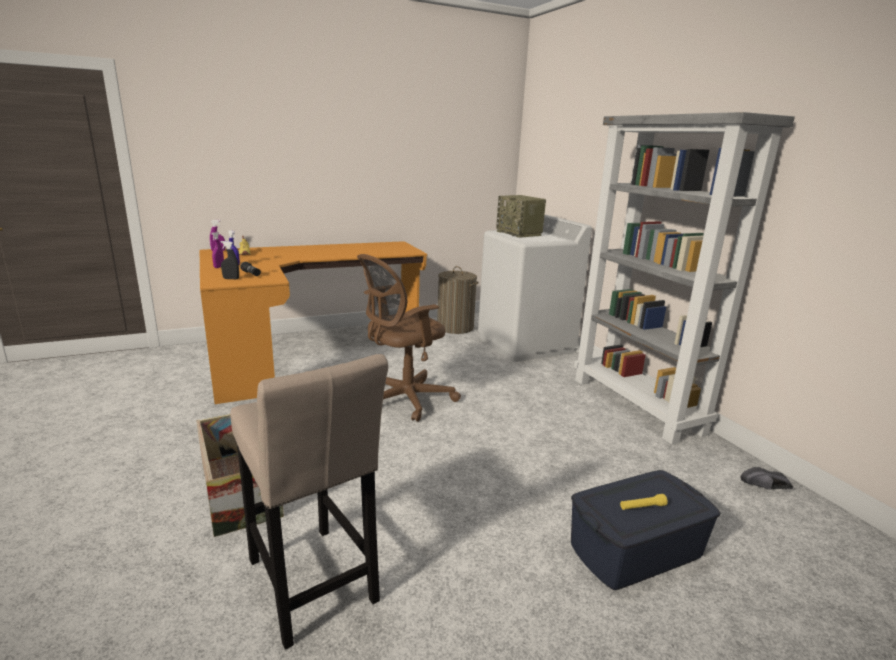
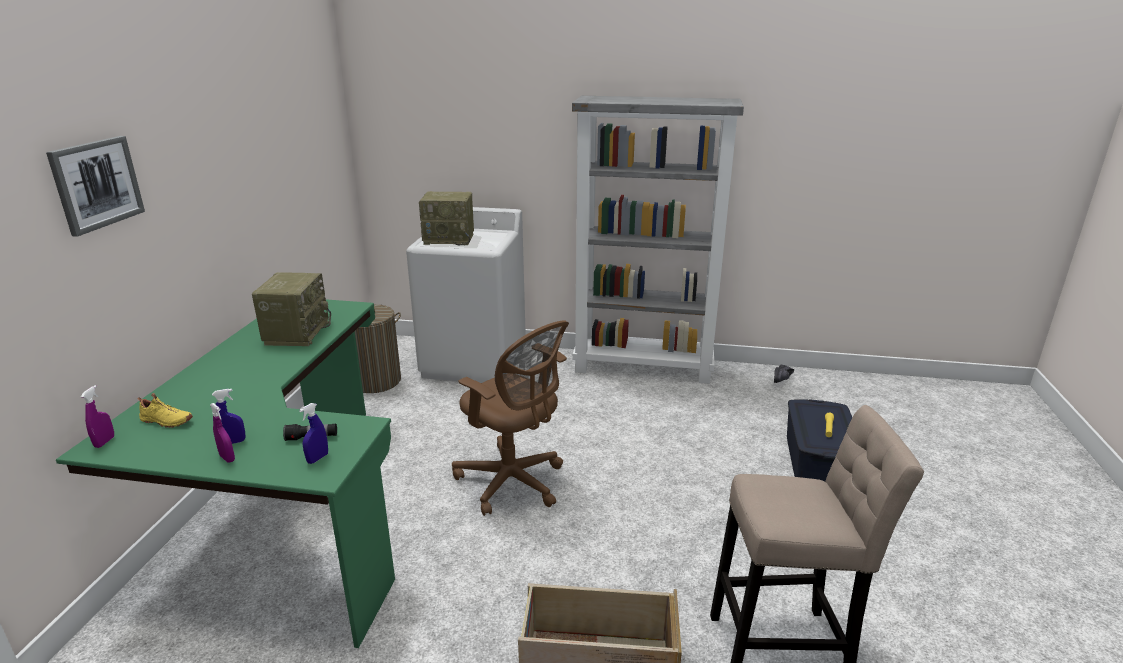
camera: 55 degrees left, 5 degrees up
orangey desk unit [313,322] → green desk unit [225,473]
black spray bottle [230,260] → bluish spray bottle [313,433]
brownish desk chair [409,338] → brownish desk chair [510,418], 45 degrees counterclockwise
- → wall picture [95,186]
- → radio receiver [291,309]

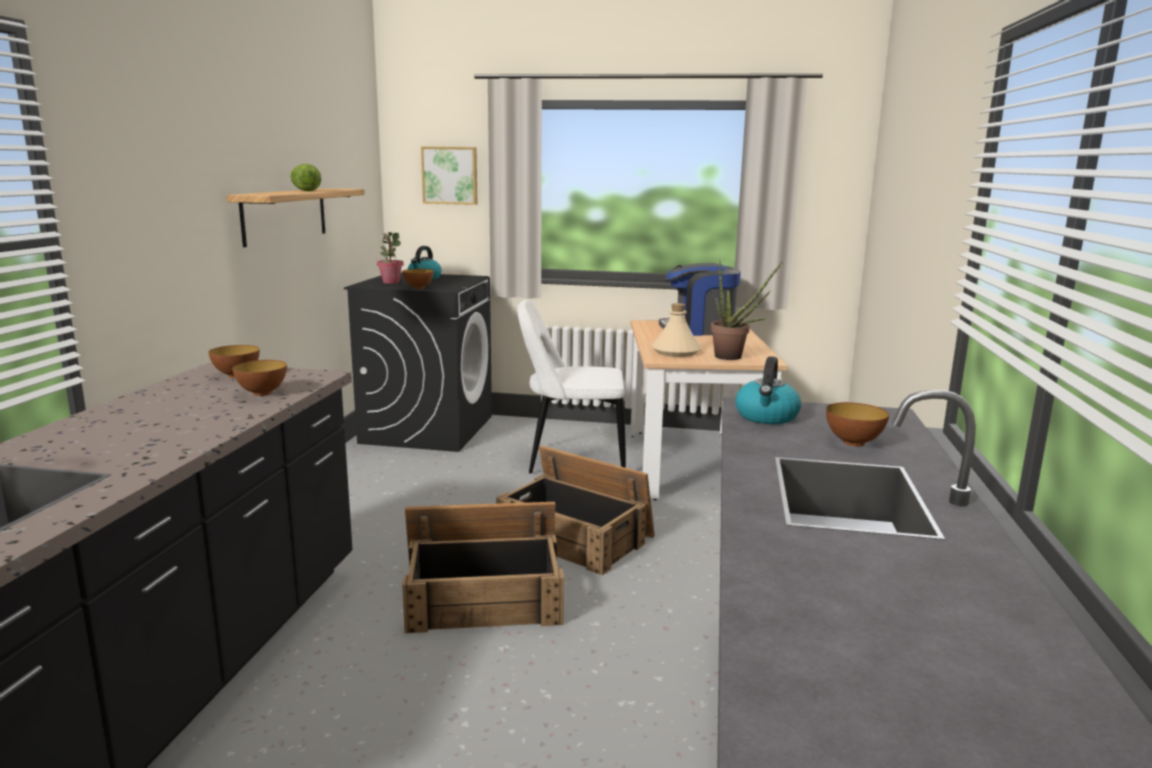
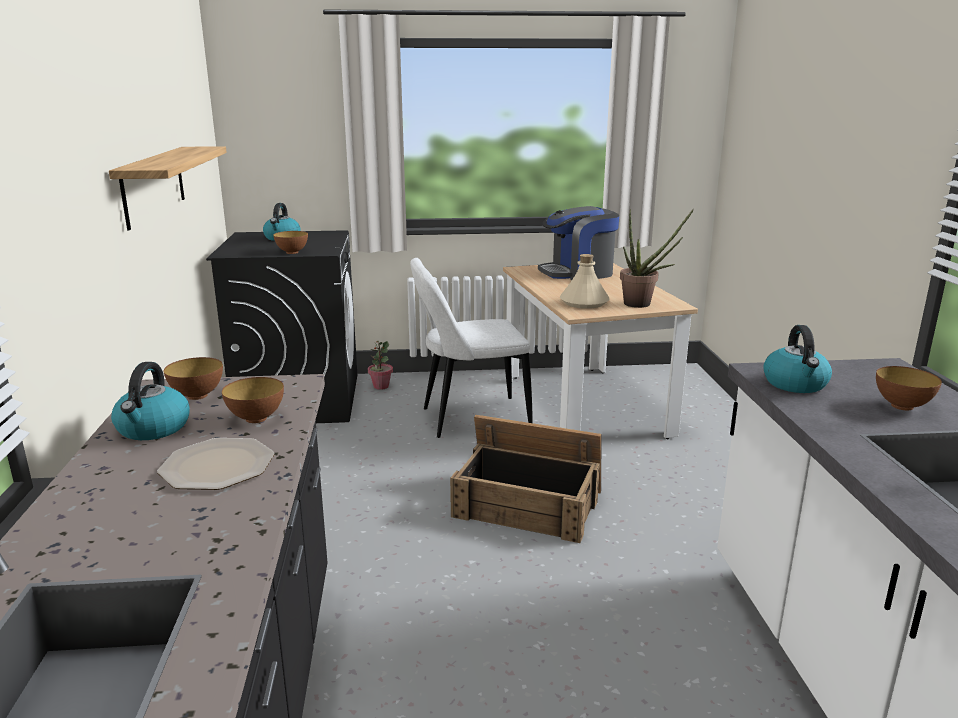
camera: 15 degrees left, 5 degrees up
wall picture [449,176] → -
head of lettuce [305,177] → -
potted plant [390,258] → potted plant [380,365], moved
crate [483,567] → -
- → water kettle [150,401]
- → dinner plate [216,464]

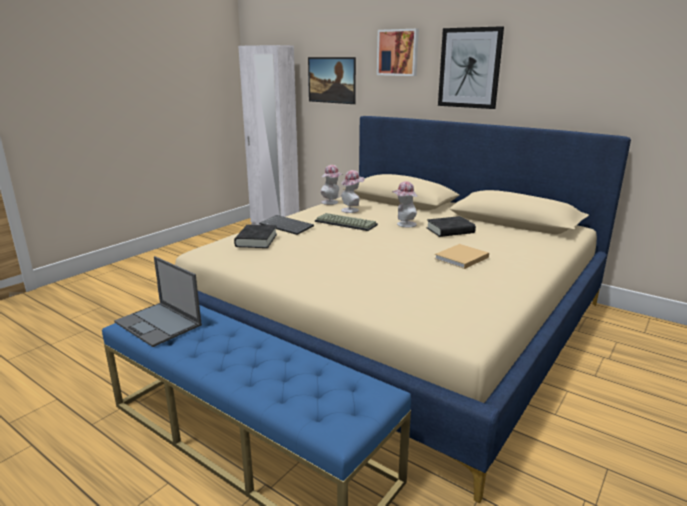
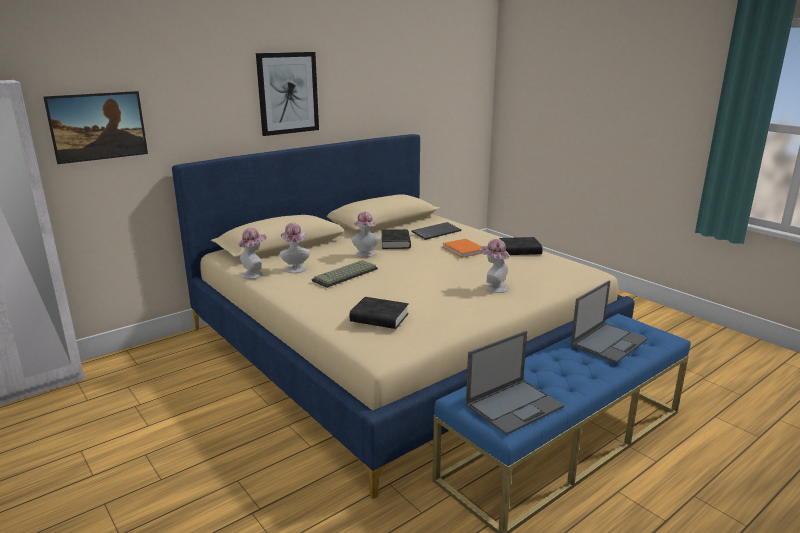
camera: 75 degrees left, 0 degrees up
wall picture [398,52] → -
PC keyboard [286,225] → PC keyboard [436,231], moved
beige book [461,256] → orangey book [462,248]
- → black book [521,246]
- → hat [495,266]
- → laptop [609,322]

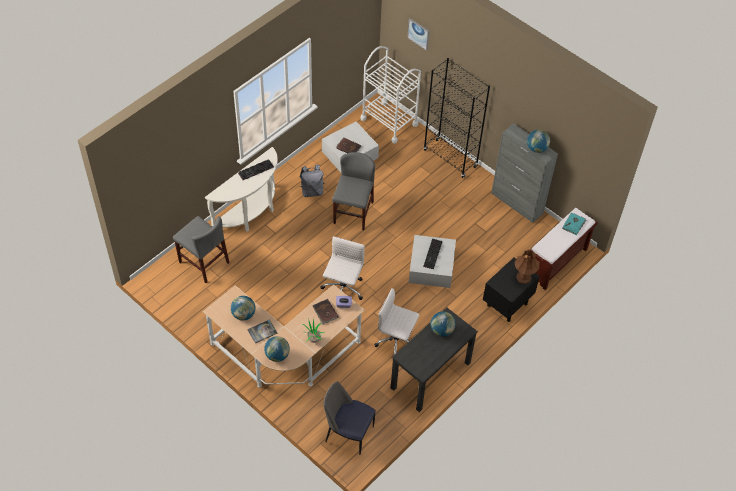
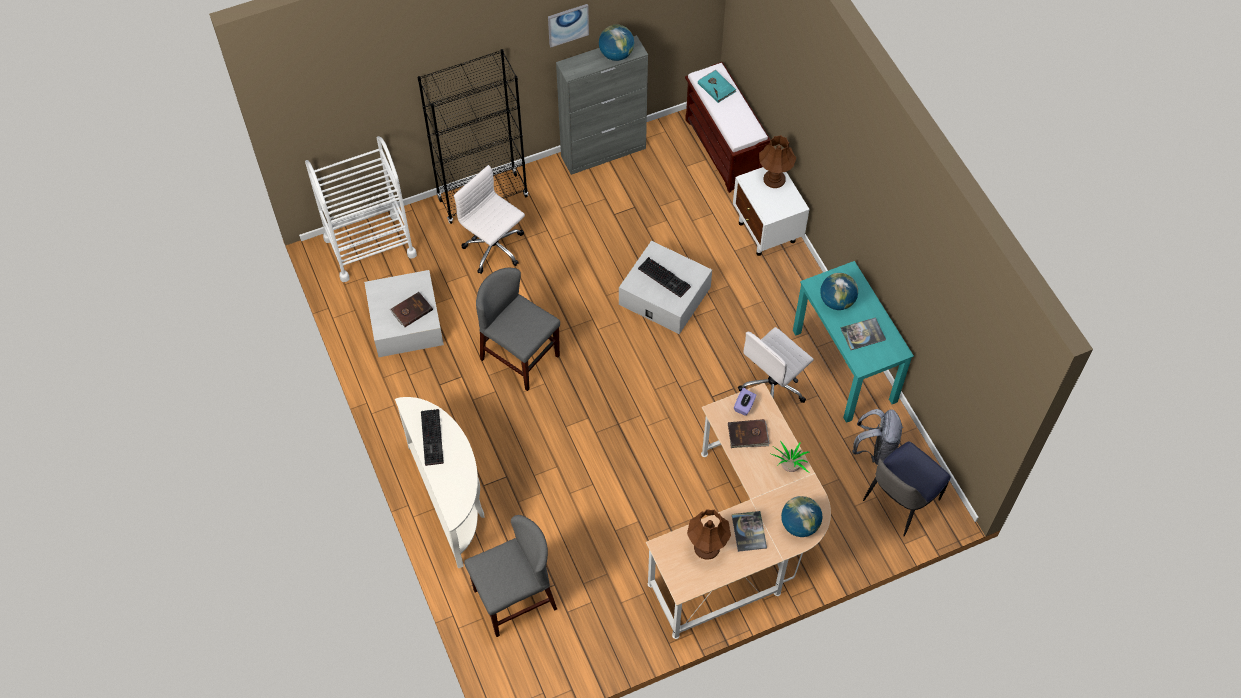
camera: 65 degrees left, 5 degrees up
wall picture [418,34] → wall picture [568,25], moved
gray rucksack [312,181] → gray rucksack [877,437], moved
whitish desk chair [342,268] → whitish desk chair [489,219], moved
black night table [511,290] → whitish night table [771,211]
globe [243,308] → brownish table lamp [709,534]
black desk unit [434,359] → turquoise-coloured desk unit [853,342]
- → book [863,333]

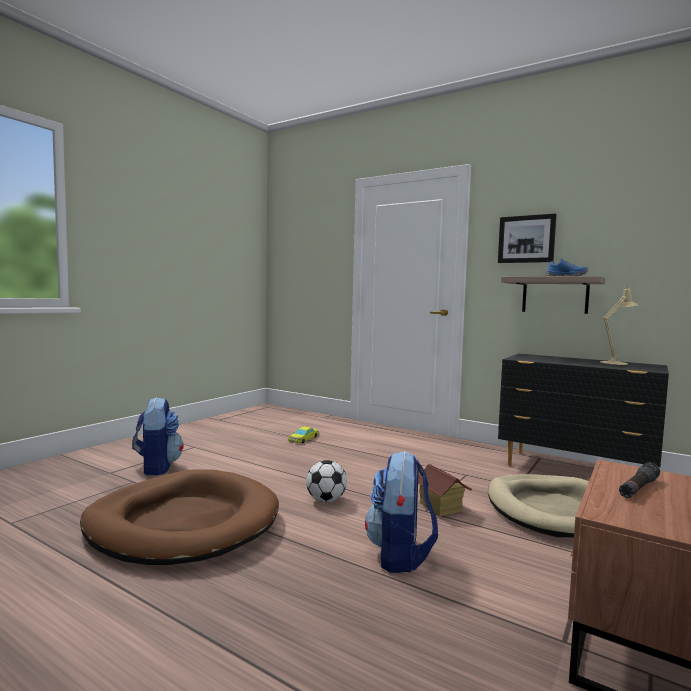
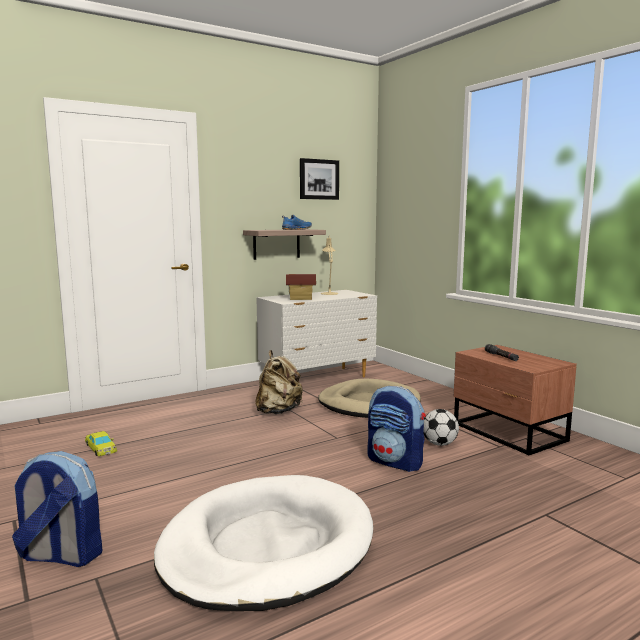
camera: 65 degrees left, 5 degrees up
wall picture [527,238] → wall picture [319,179], moved
black drawer chest [583,410] → whitish drawer chest [316,333]
ball for football [326,481] → ball for football [441,427], moved
model house [445,490] → model house [301,287], moved
brownish dog bed [179,517] → whitish dog bed [263,543]
- → beige rucksack [279,382]

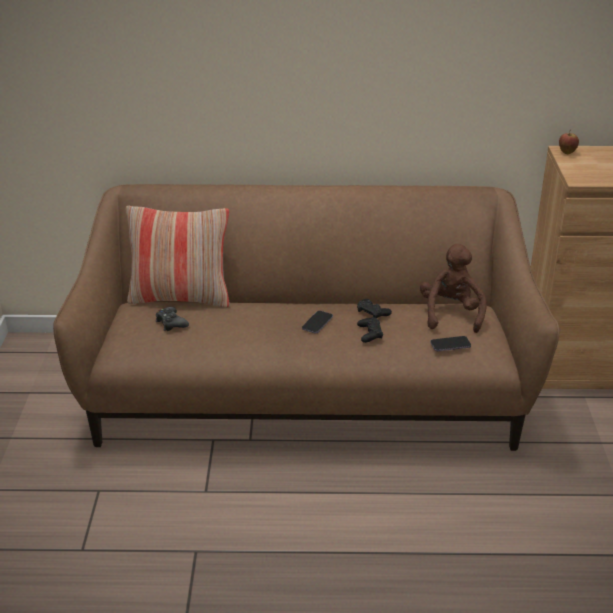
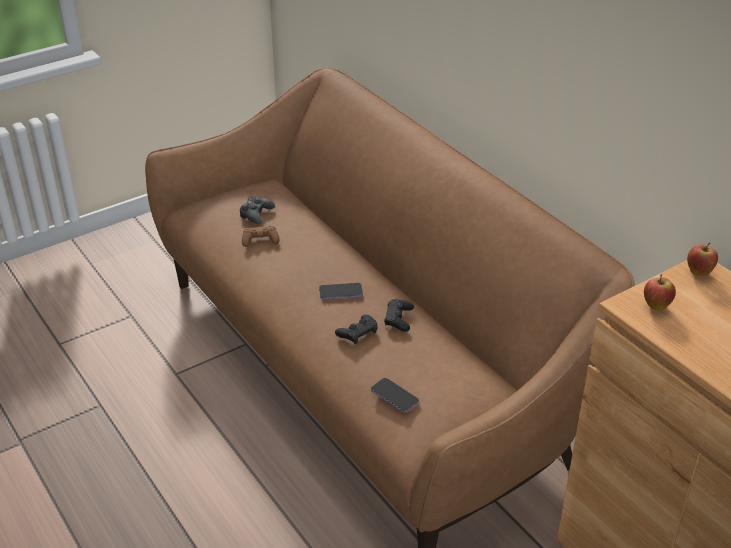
camera: 55 degrees right, 5 degrees up
throw pillow [178,257] → -
brownish soft toy [453,288] → -
- → brownish joypad [260,236]
- → whole apple [660,292]

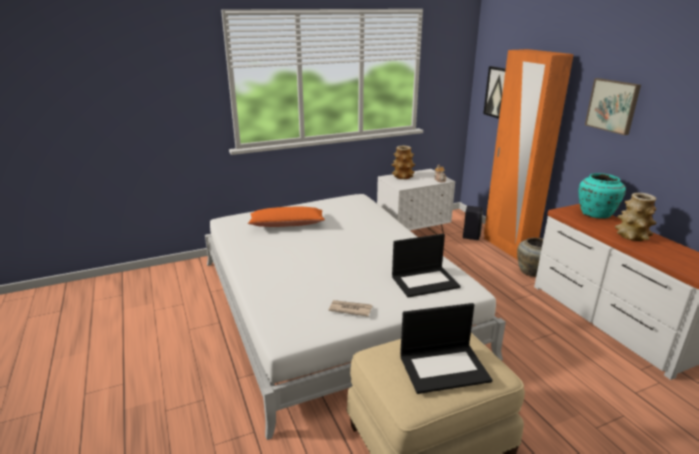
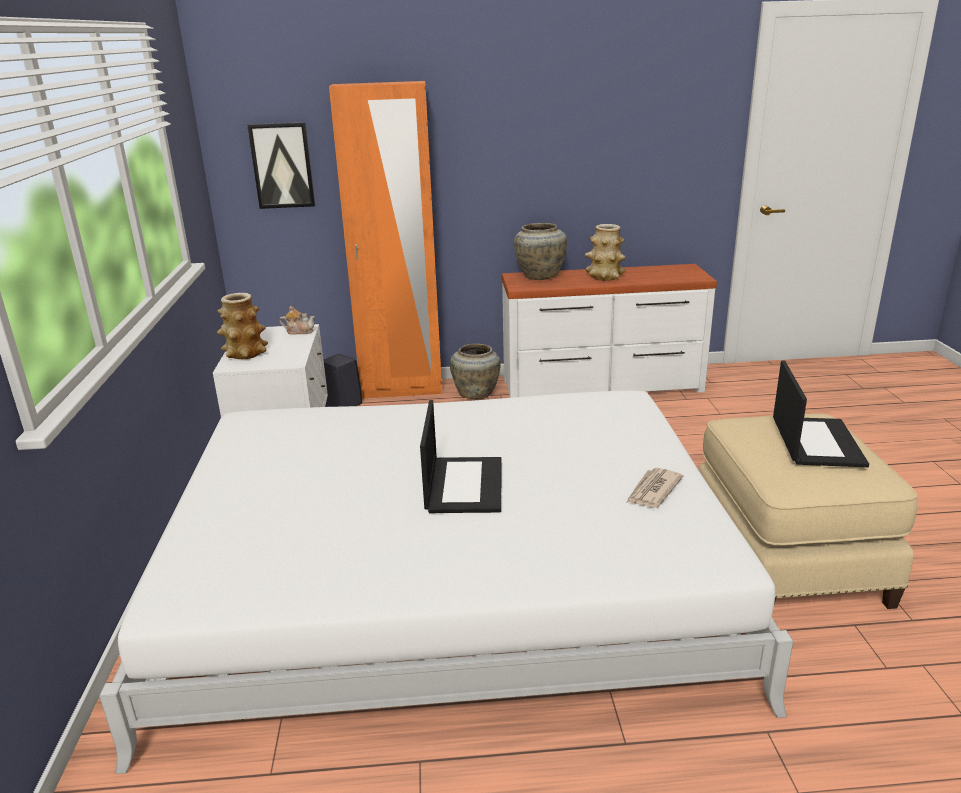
camera: 70 degrees left, 0 degrees up
wall picture [613,106] → -
turquoise-coloured decorative vase [602,196] → beige decorative vase [540,251]
orangey throw pillow [286,217] → -
laptop [426,266] → laptop [461,456], moved

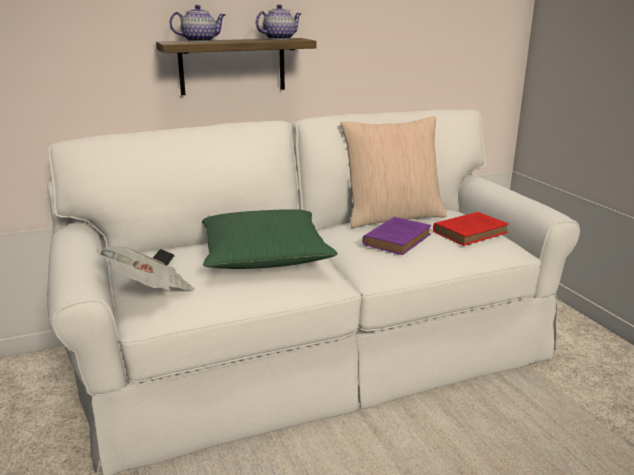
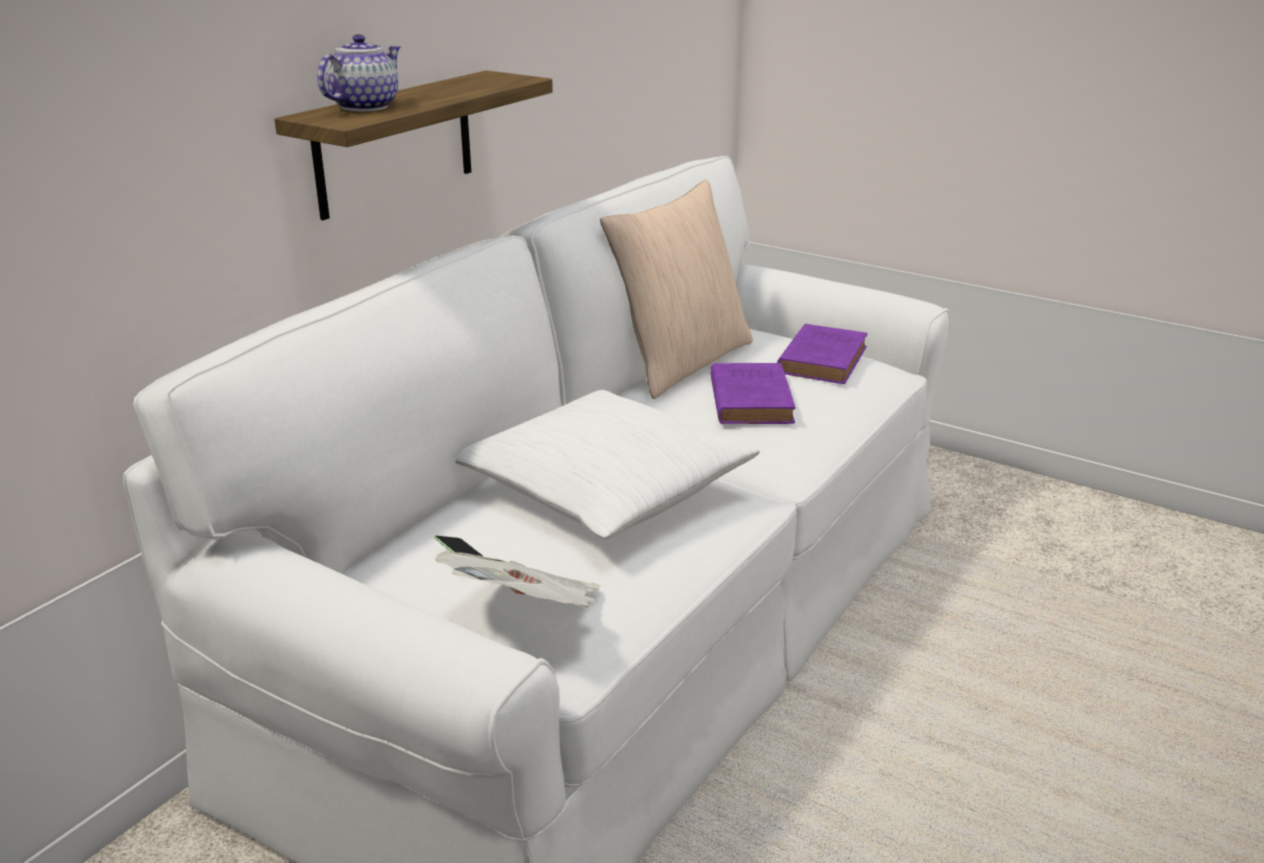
camera: 35 degrees left, 5 degrees up
pot for tea [279,22] → -
green throw pillow [270,239] → whitish throw pillow [607,464]
red-coloured book [471,229] → purple book [822,354]

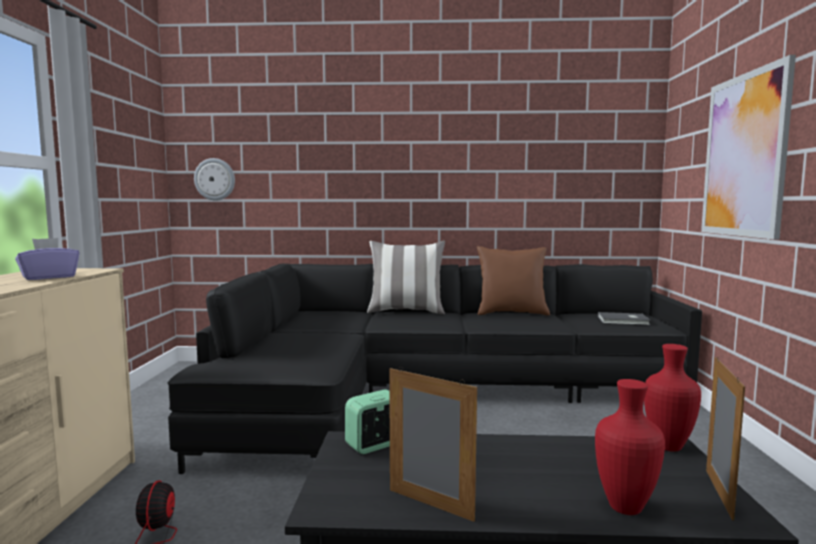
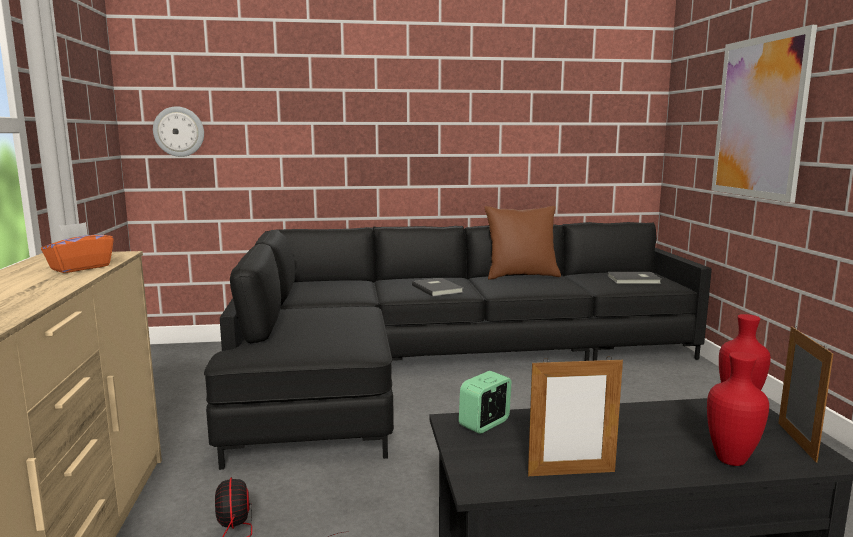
camera: 10 degrees left, 5 degrees up
purple tissue box [47,259] → orangey tissue box [77,247]
throw pillow [406,277] → -
standing frame [433,444] → standing frame [575,416], 150 degrees clockwise
- → gray book [438,287]

